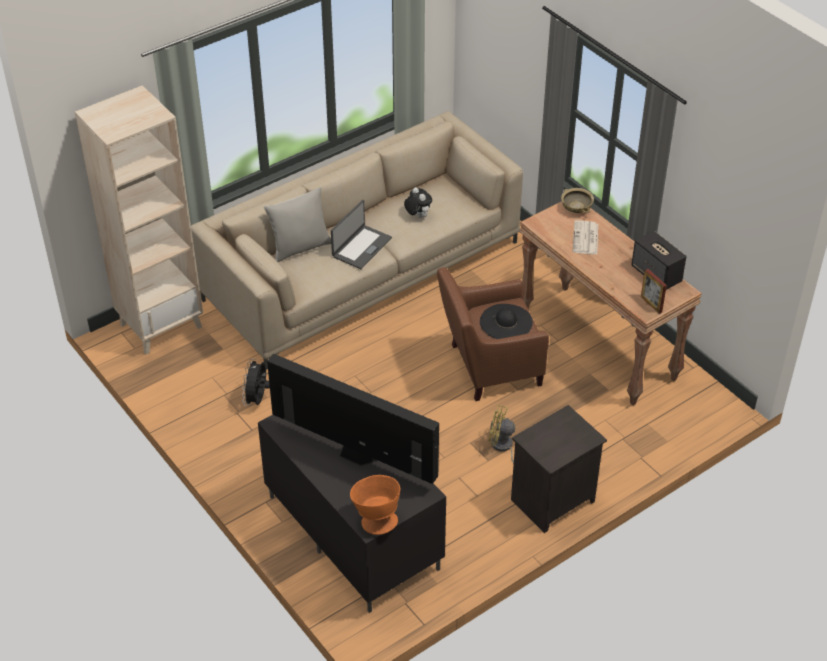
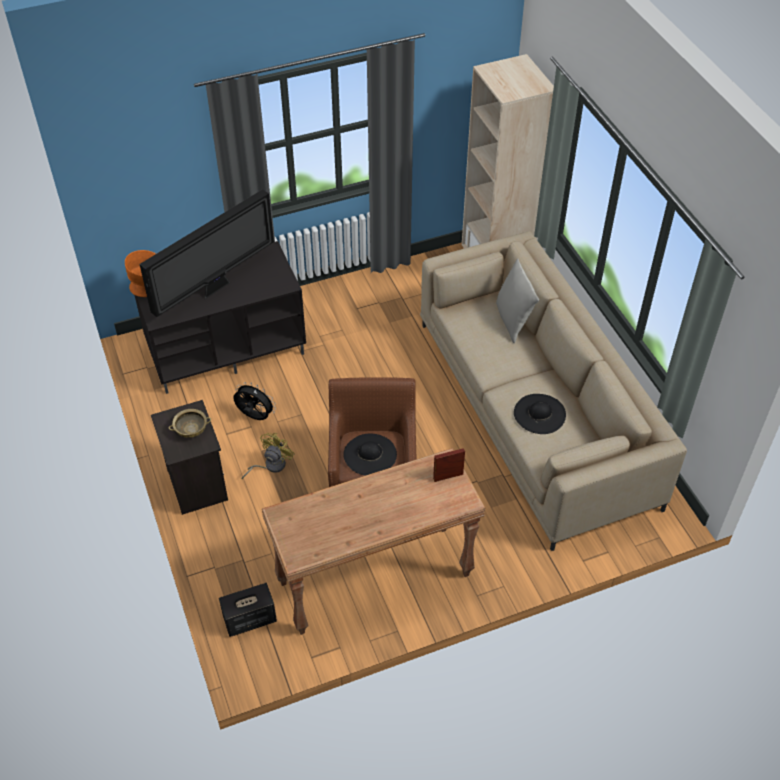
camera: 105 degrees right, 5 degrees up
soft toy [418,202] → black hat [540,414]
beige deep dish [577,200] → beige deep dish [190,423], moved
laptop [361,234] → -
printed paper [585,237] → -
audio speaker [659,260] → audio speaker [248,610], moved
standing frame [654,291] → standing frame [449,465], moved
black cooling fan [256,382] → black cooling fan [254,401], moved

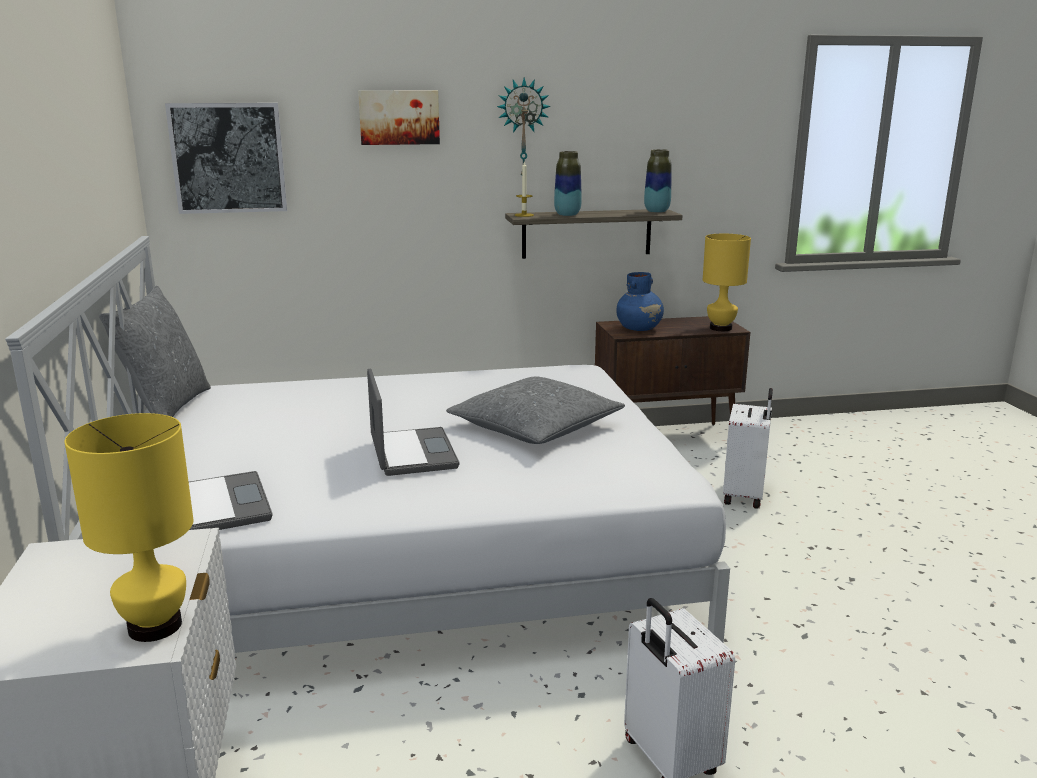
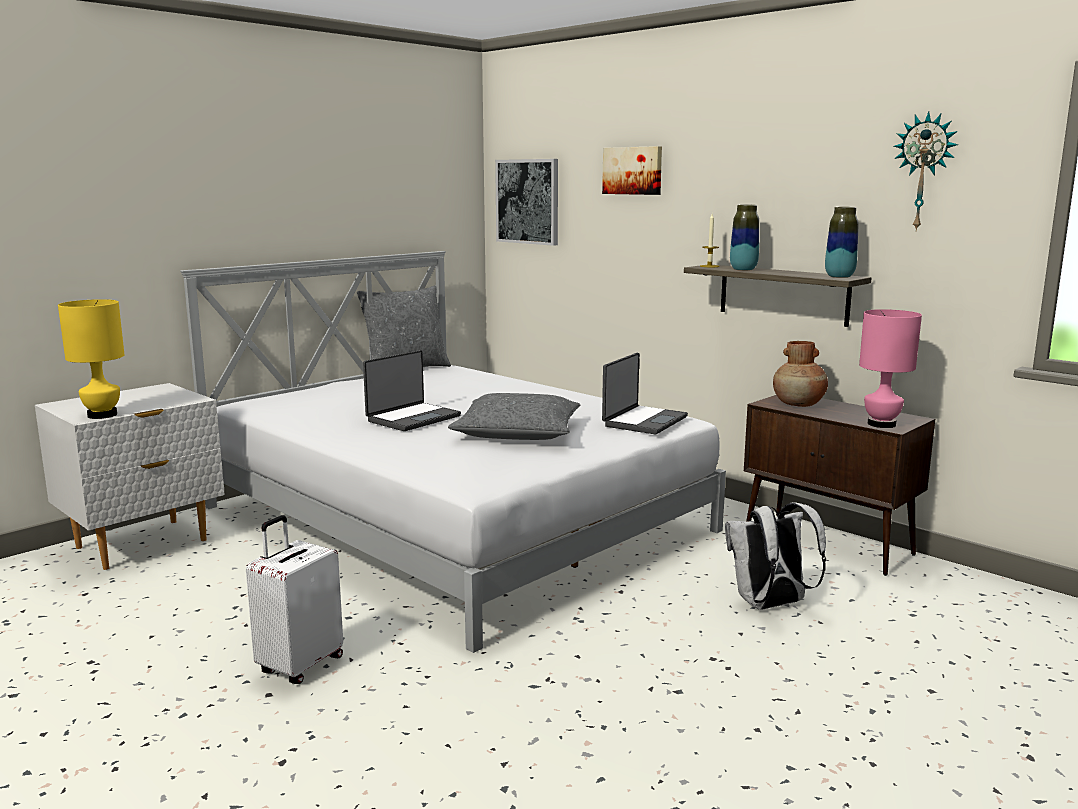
camera: 55 degrees right, 5 degrees down
clock on the wall [524,126] → clock on the wall [926,171], moved
yellowish table lamp [727,282] → pink table lamp [890,368]
bluish decorative vase [640,301] → brownish decorative vase [800,374]
whitish travel case [748,448] → whitish rucksack [775,556]
laptop [217,471] → laptop [645,393], moved

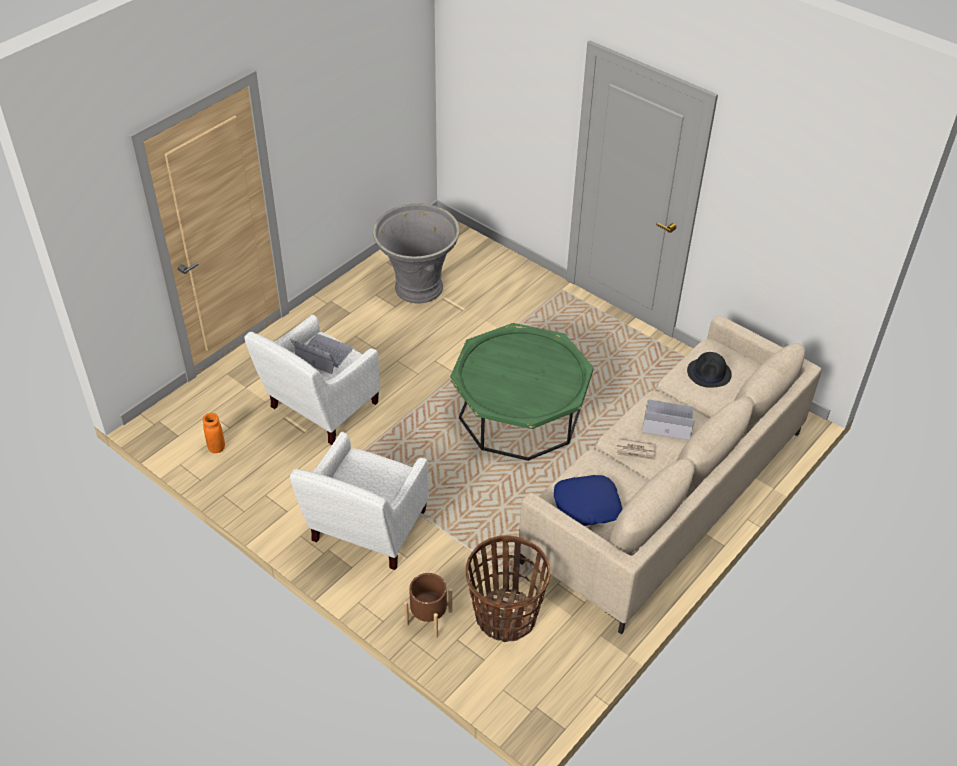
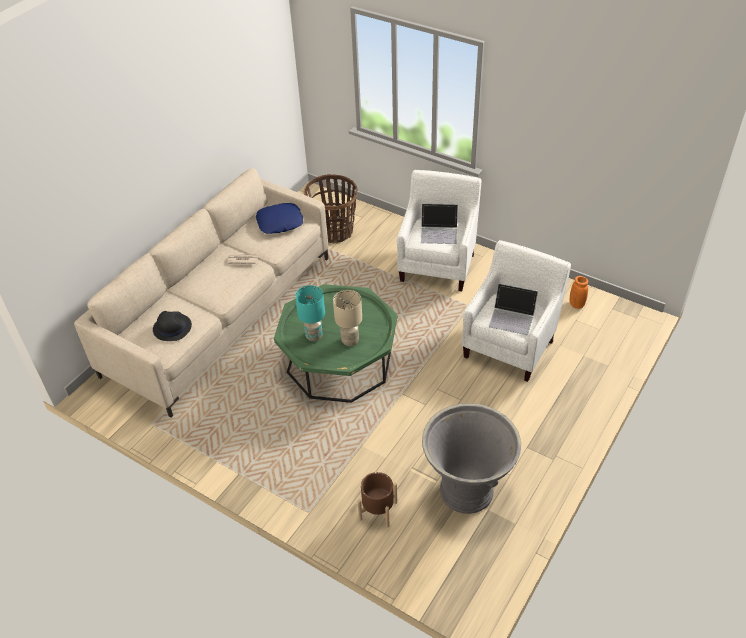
camera: 175 degrees right, 0 degrees up
laptop [668,419] → laptop [439,223], moved
brownish flower pot [428,605] → brownish flower pot [377,500], moved
- → turquoise-coloured table lamp [310,313]
- → beige table lamp [347,318]

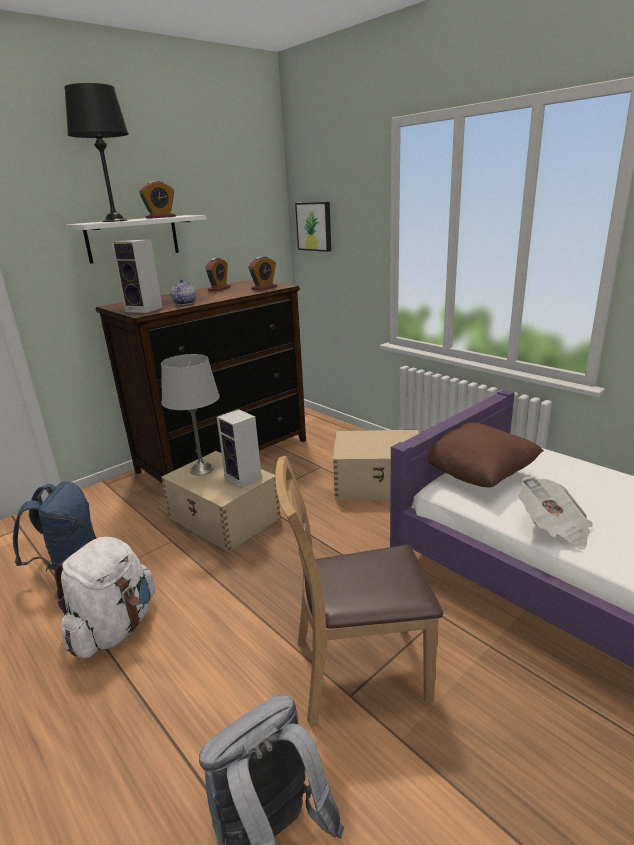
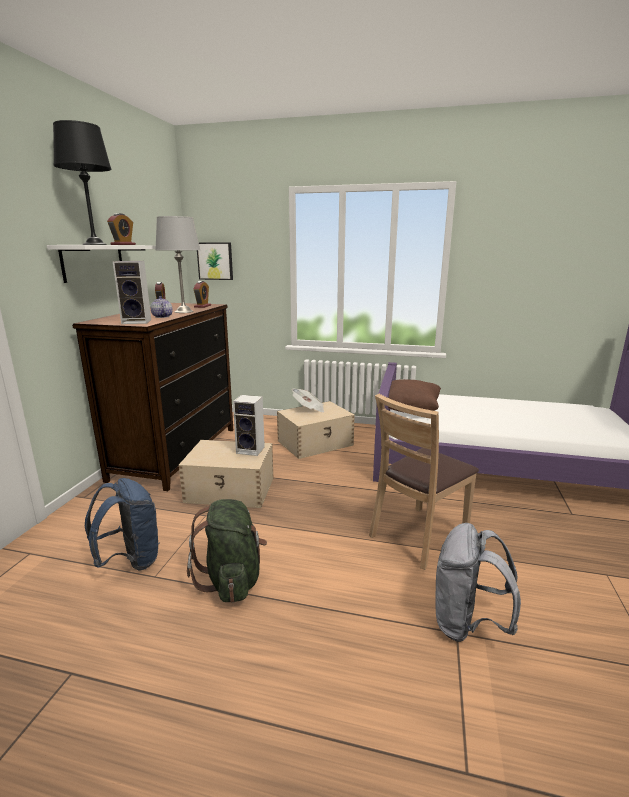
camera: 35 degrees left, 5 degrees down
gray table lamp [190,414] → gray table lamp [177,264], moved
printed paper [556,512] → printed paper [308,400], moved
whitish rucksack [105,597] → green rucksack [227,551]

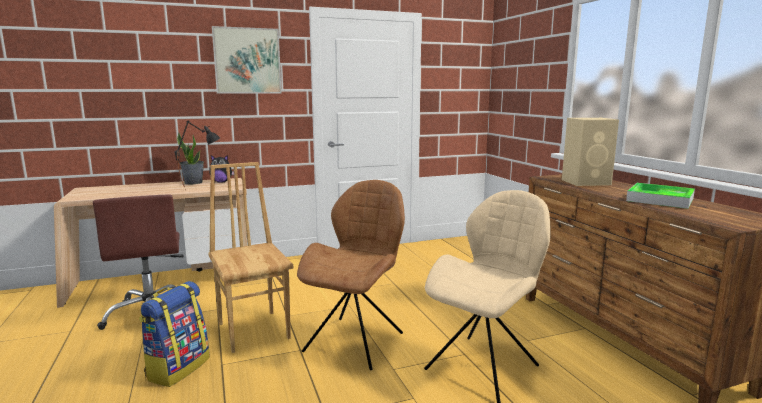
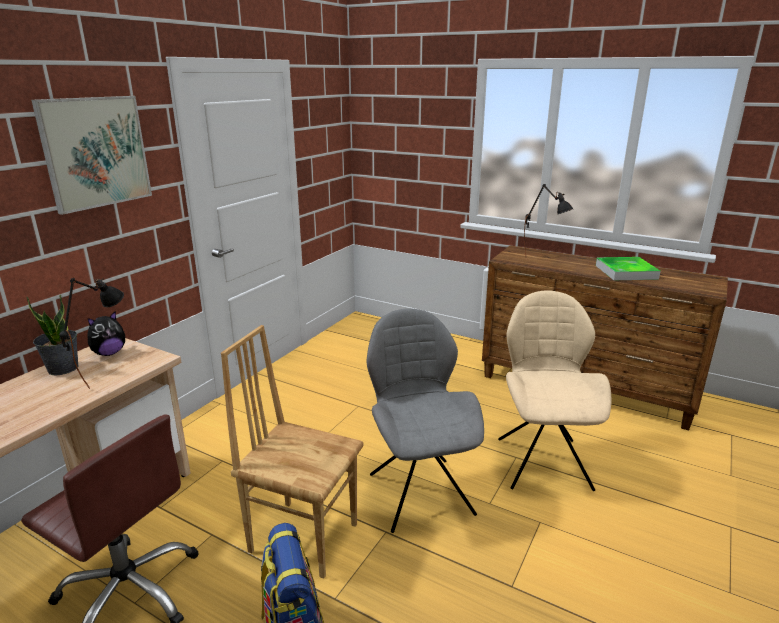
camera: 40 degrees left, 10 degrees up
beige audio speaker [590,152] → black table lamp [548,220]
brownish plain chair [351,275] → gray plain chair [425,420]

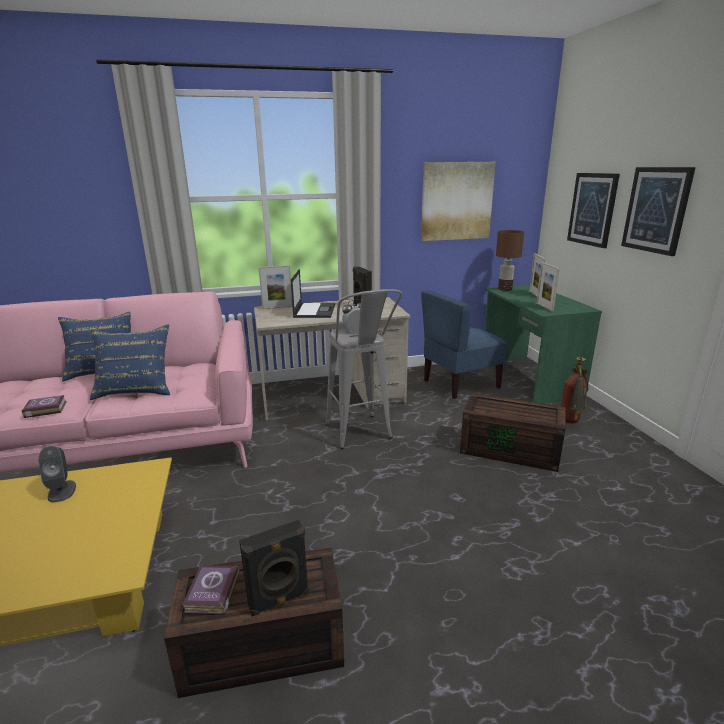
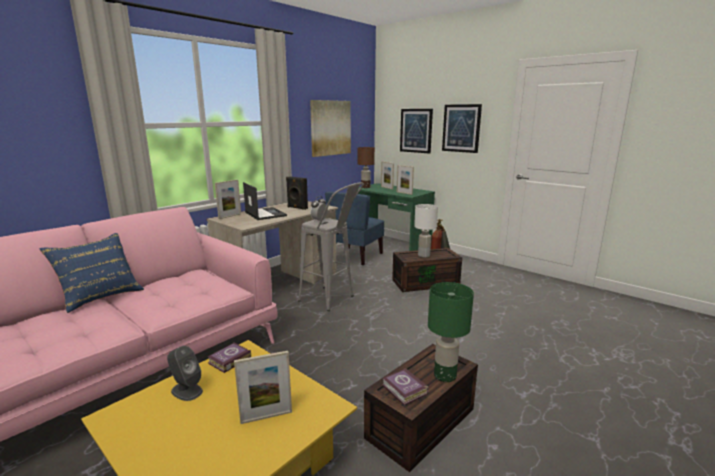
camera: 35 degrees left, 5 degrees down
bluish throw pillow [130,362] → -
book [44,406] → book [229,358], moved
black audio speaker [274,568] → green table lamp [451,332]
- → whitish table lamp [426,230]
- → standing frame [263,387]

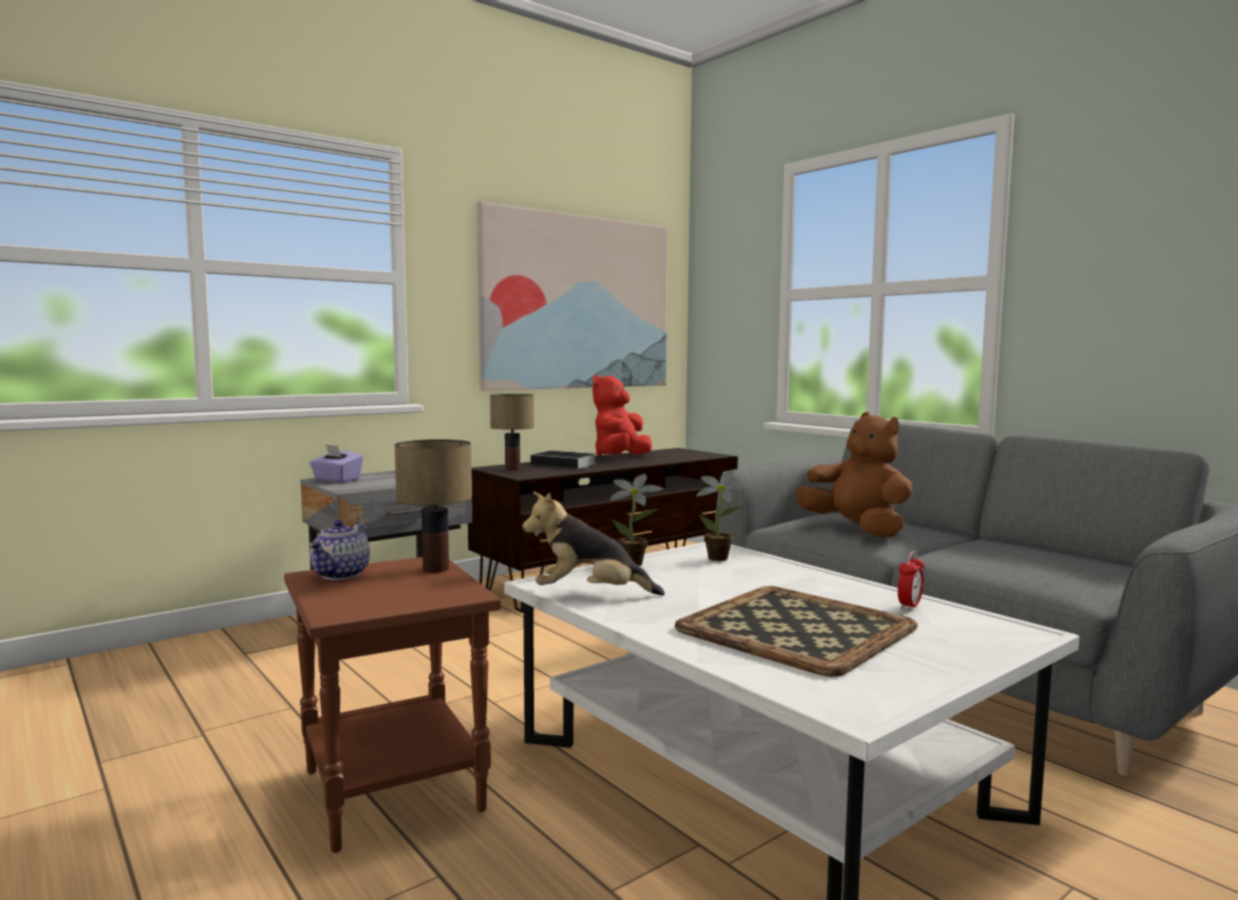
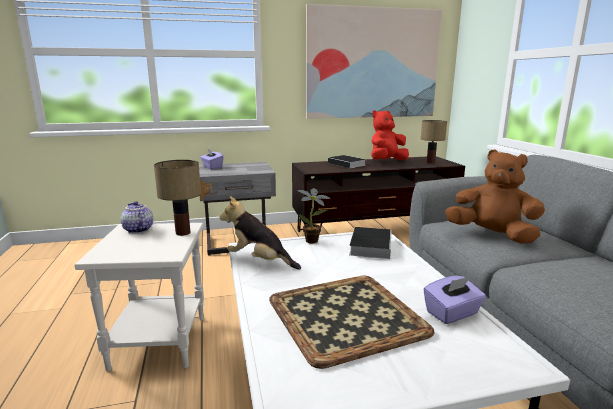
camera: 25 degrees right, 10 degrees up
table lamp [512,432] → table lamp [434,141], moved
brownish soft toy [854,475] → brownish soft toy [495,196], 45 degrees counterclockwise
potted plant [722,516] → book [370,243]
pot for tea [339,550] → pot for tea [137,217], 105 degrees clockwise
alarm clock [911,581] → purple tissue box [454,300]
brownish accent table [392,705] → whitish accent table [139,297]

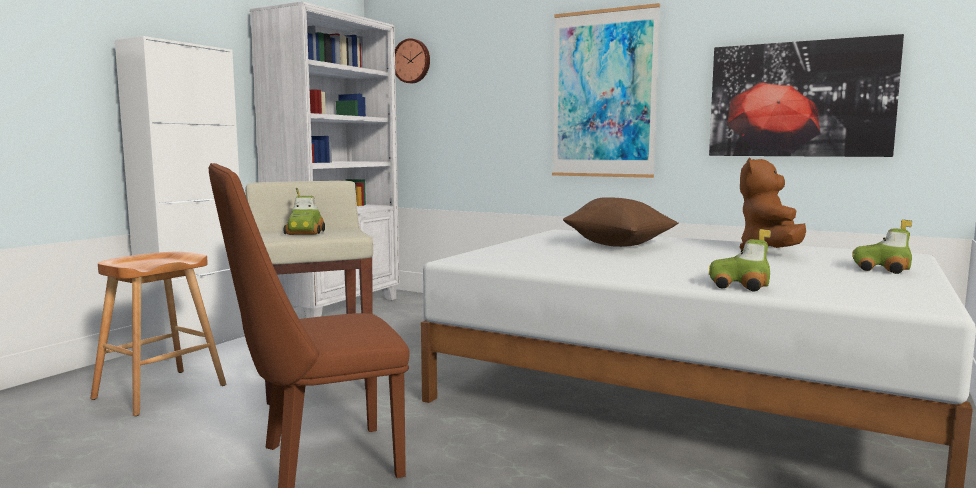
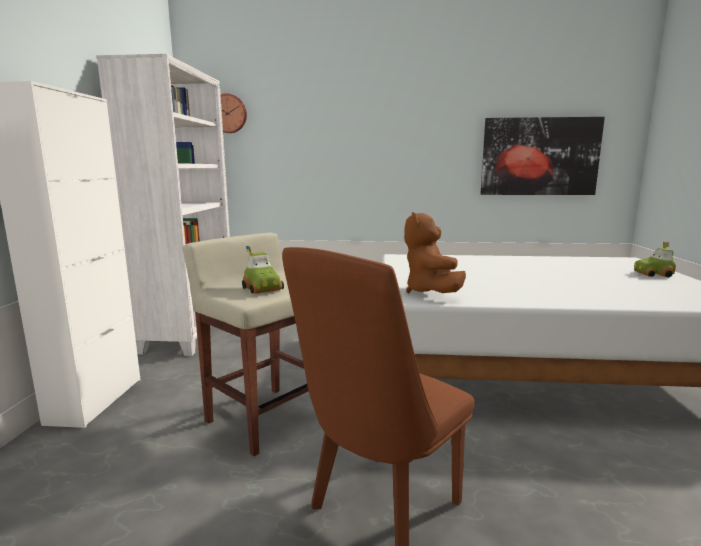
camera: 25 degrees left, 5 degrees up
wall picture [606,90] → -
brownish soft toy [773,204] → brownish soft toy [435,252], moved
brownish throw pillow [620,222] → -
toy car [740,260] → -
brownish sitting stool [158,333] → -

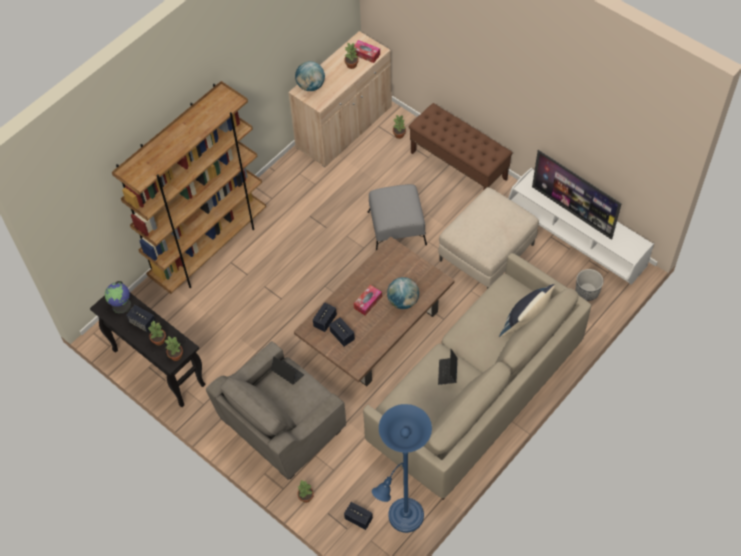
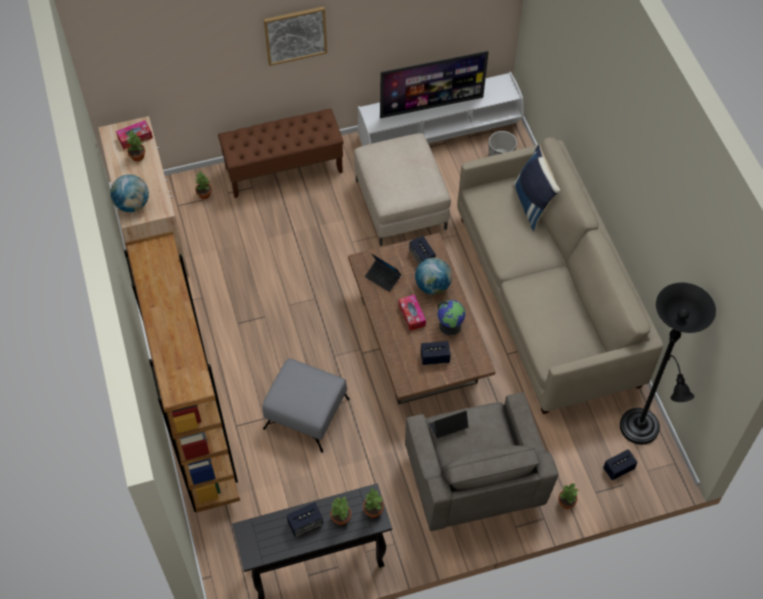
camera: 60 degrees left, 0 degrees up
gray ottoman [397,217] → gray ottoman [306,405], moved
globe [118,297] → globe [451,318], moved
audio speaker [325,317] → audio speaker [422,250], moved
laptop [447,367] → laptop [383,273], moved
bluish standing lamp [402,468] → black standing lamp [668,363]
- → wall picture [295,36]

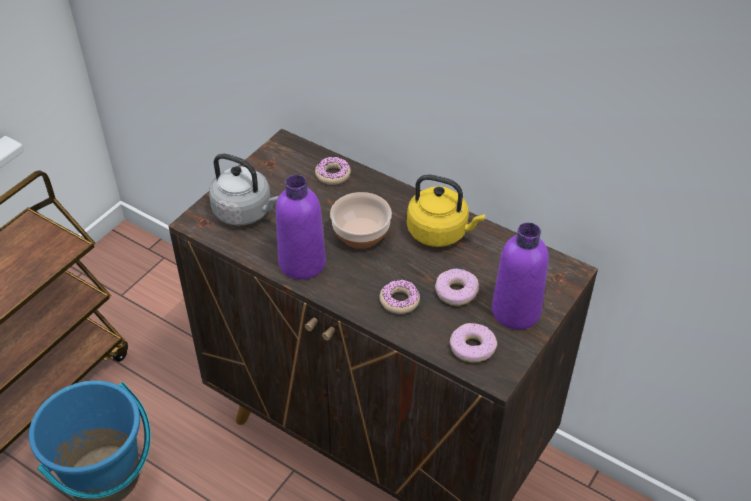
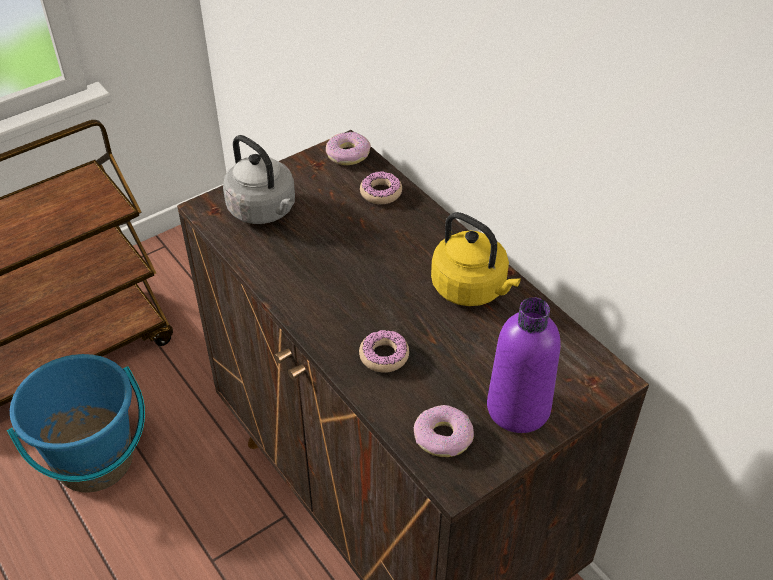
camera: 20 degrees right, 0 degrees up
purple beverage bottle [301,227] → -
deep dish [361,220] → -
doughnut [457,287] → doughnut [348,148], moved

